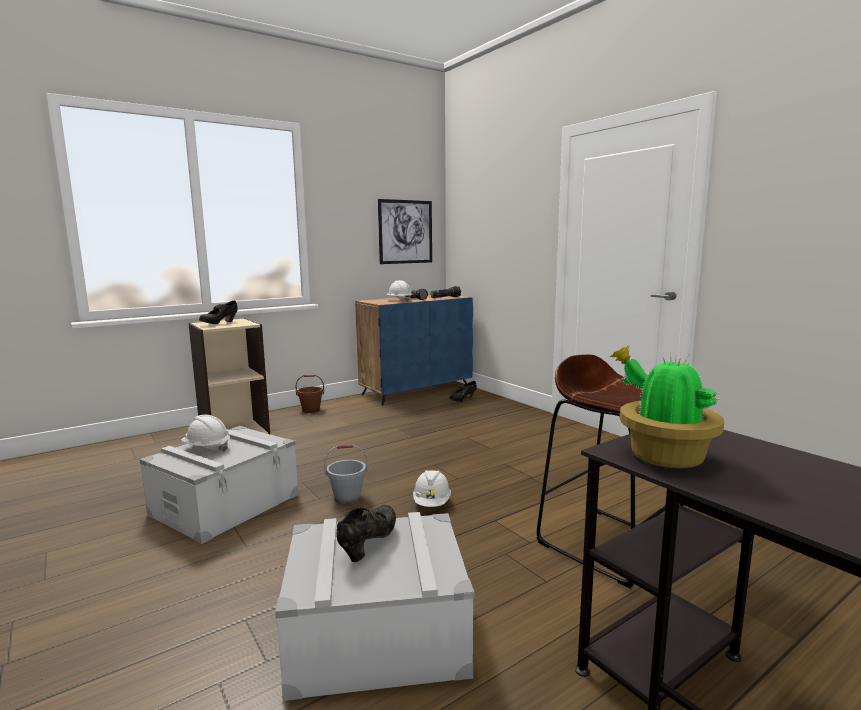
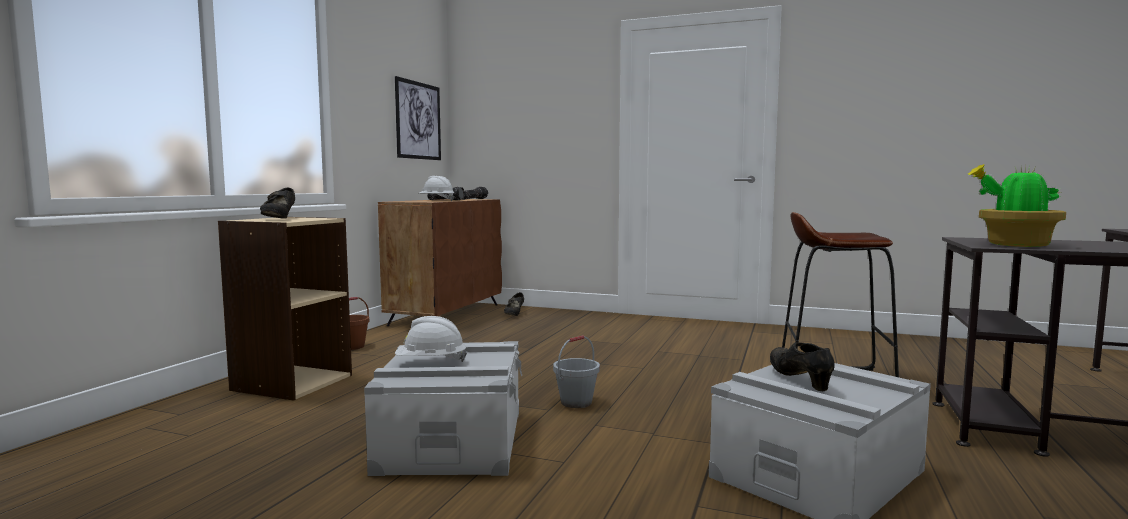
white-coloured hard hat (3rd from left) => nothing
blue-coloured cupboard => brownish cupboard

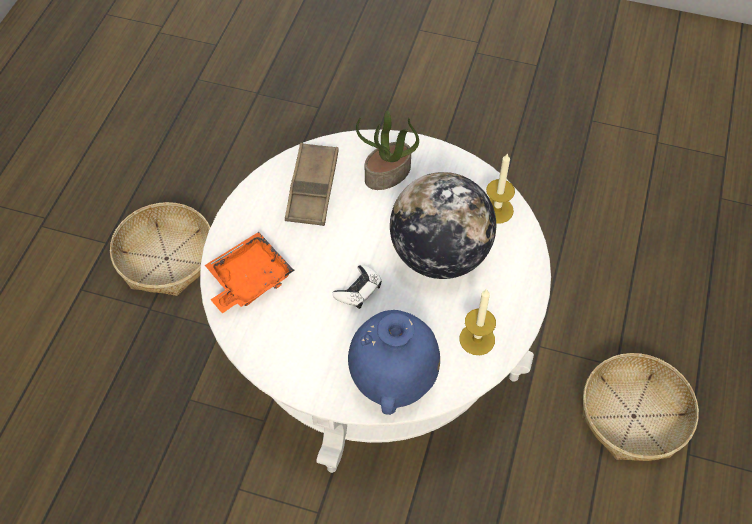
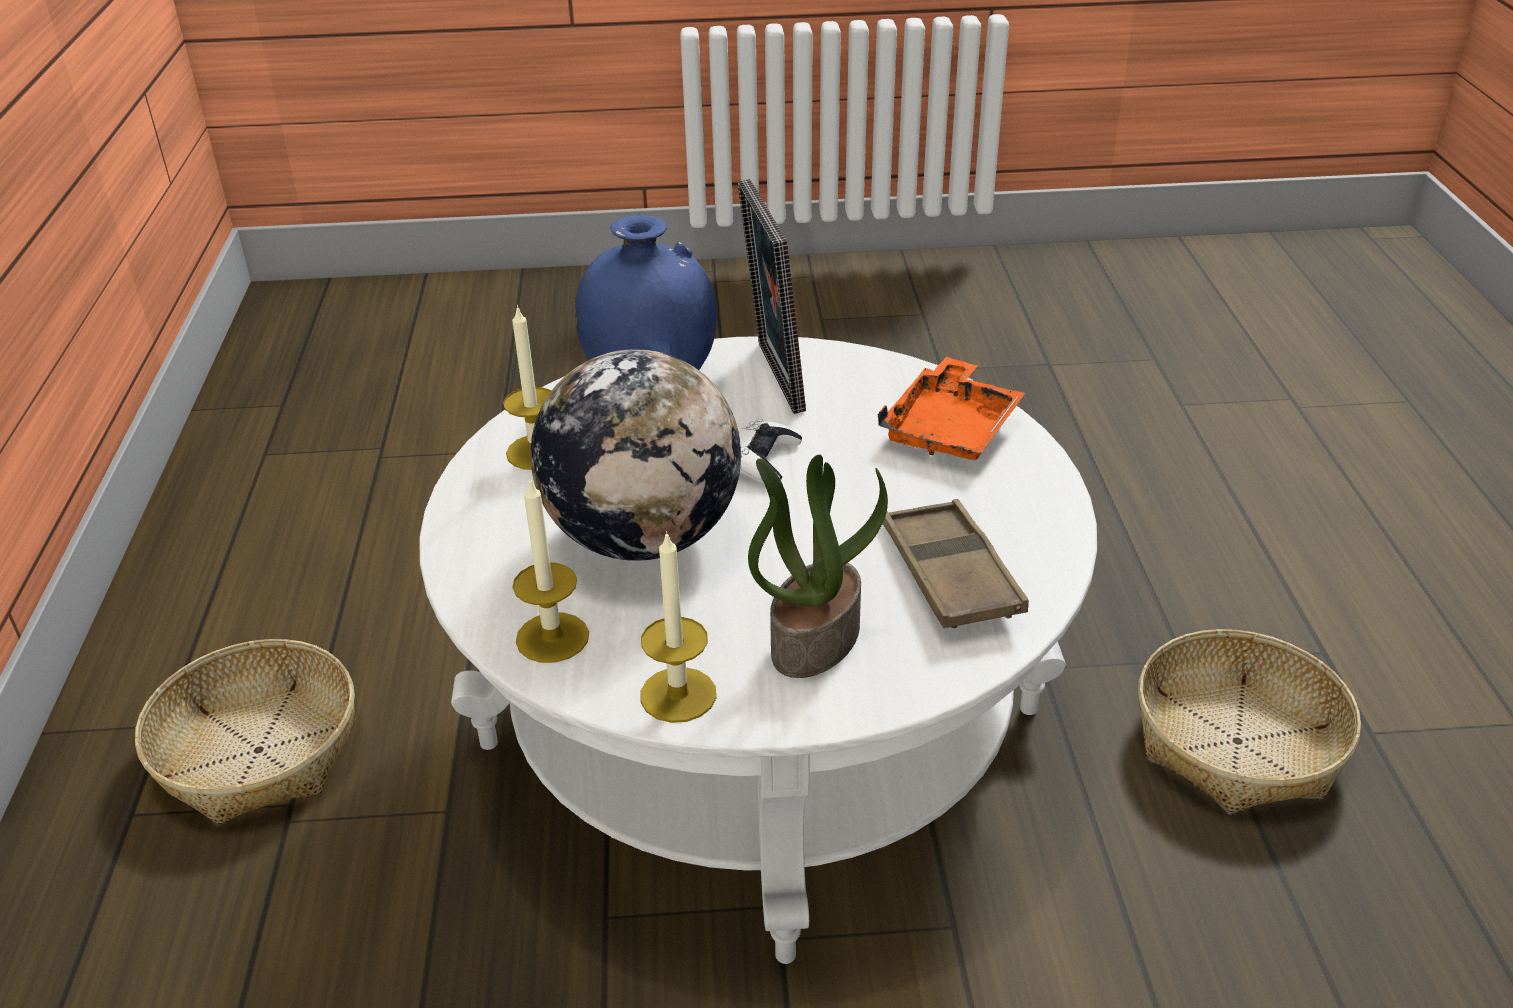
nothing => candle (3rd from left)
nothing => standing frame

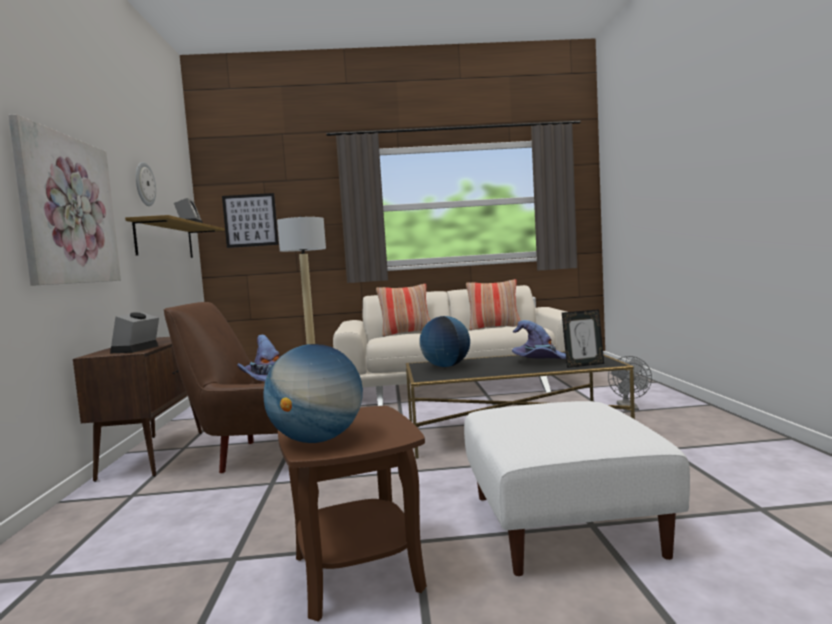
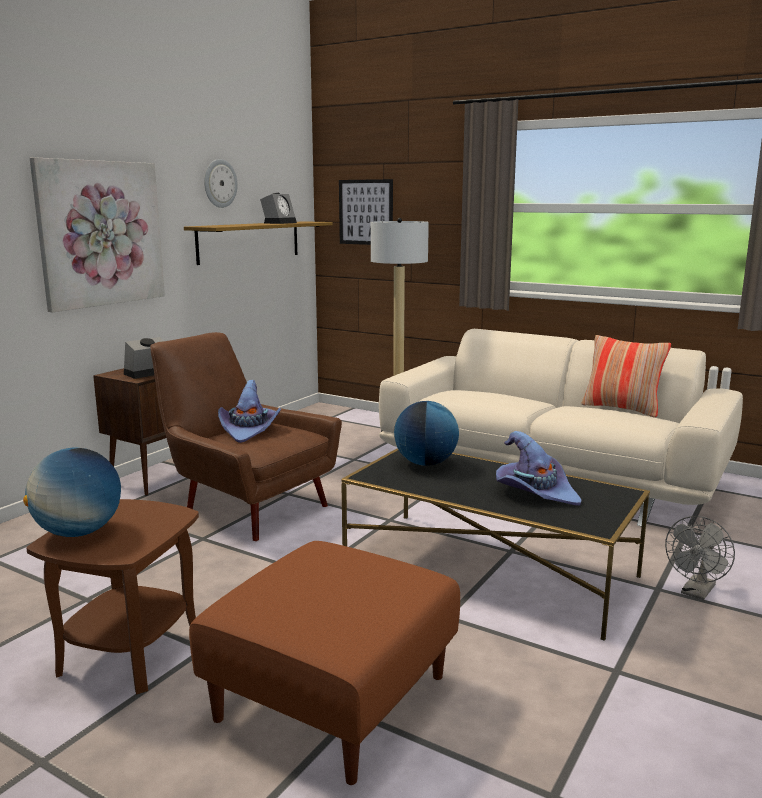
cushion (1st from left) => nothing
standing frame => nothing
white-coloured pouffe => brownish pouffe

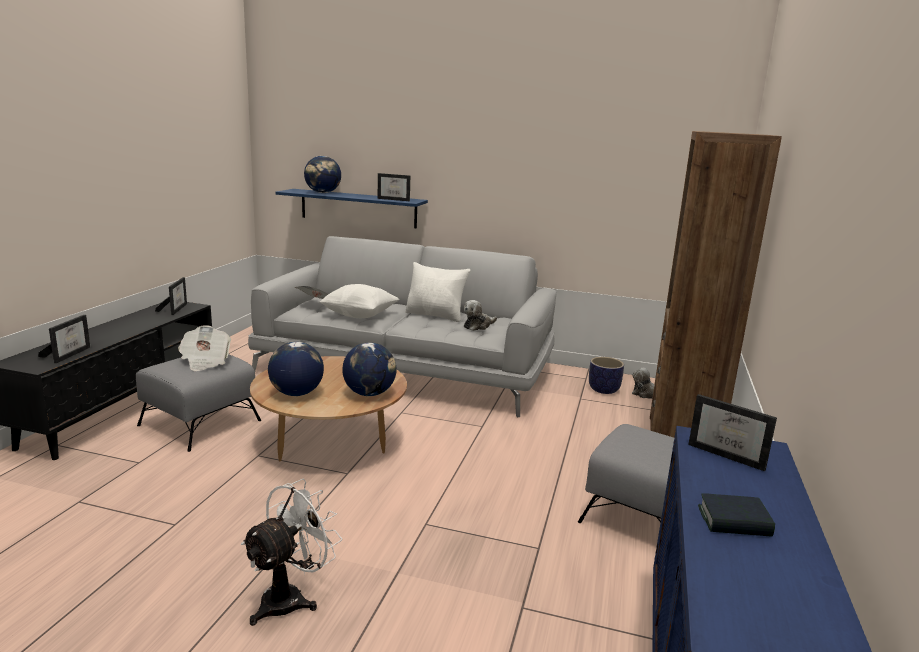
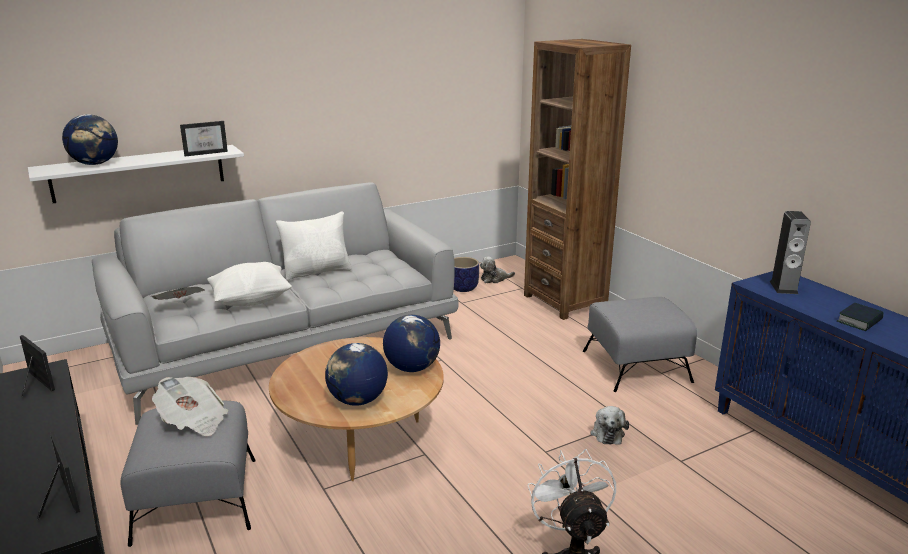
cuddly toy (1st from left in the first image) => cuddly toy (2nd from left), moved
standing frame (4th from left) => loudspeaker
blue-coloured shelf => white-coloured shelf

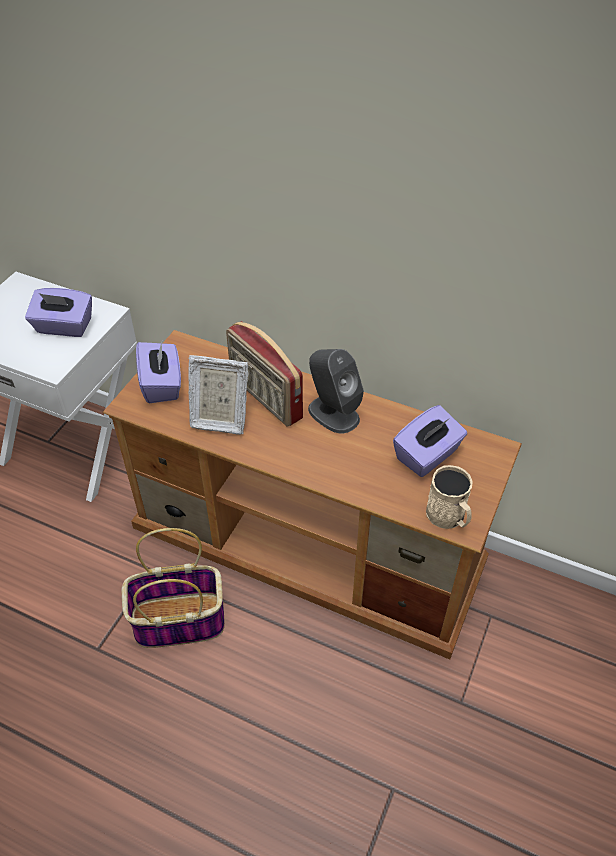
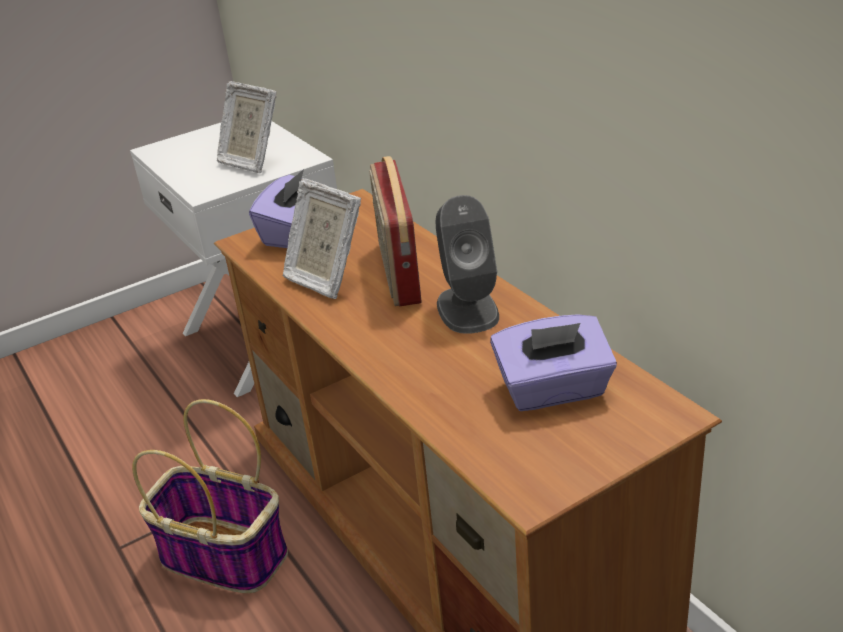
beige-coloured mug => nothing
purple-coloured tissue holder (1st from left) => standing frame (1st from left)

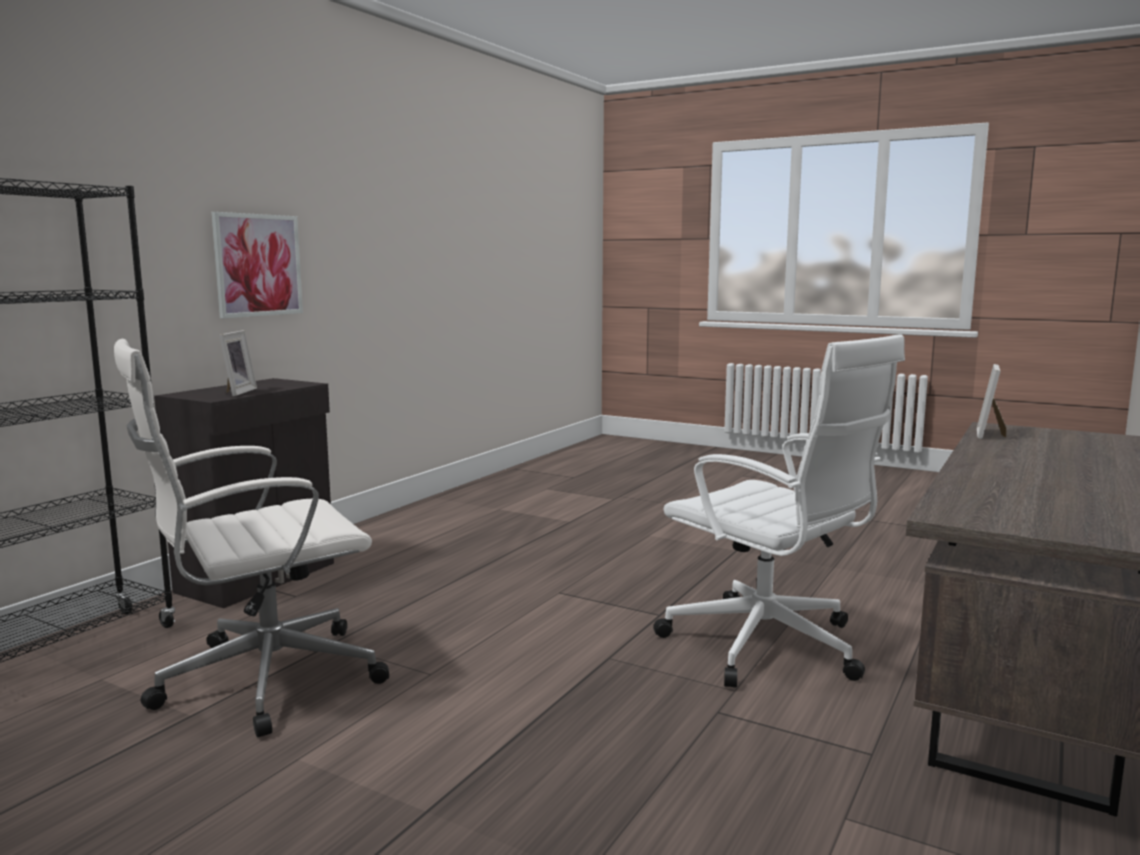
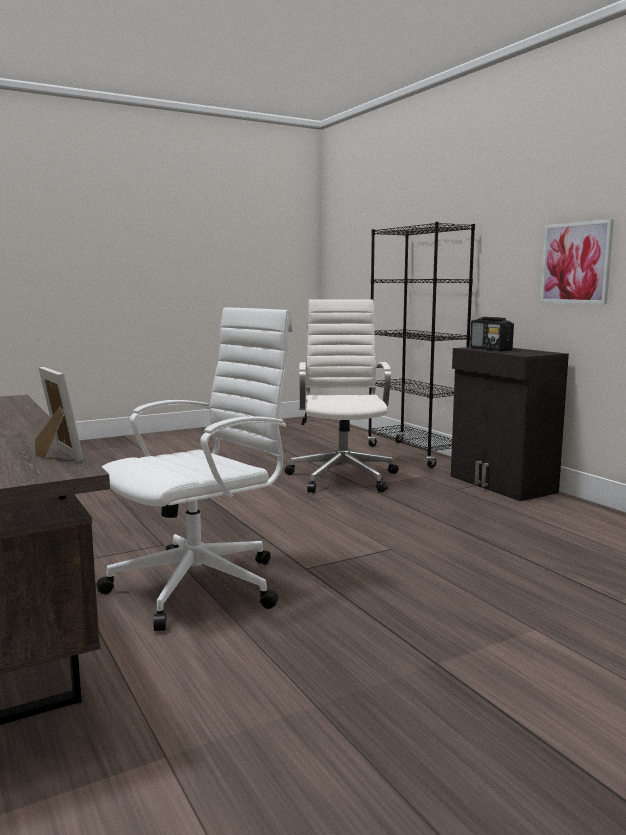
standing frame (1st from left) => radio set
white-coloured office chair (2nd from left in the first image) => white-coloured office chair (1st from left), 150 degrees clockwise

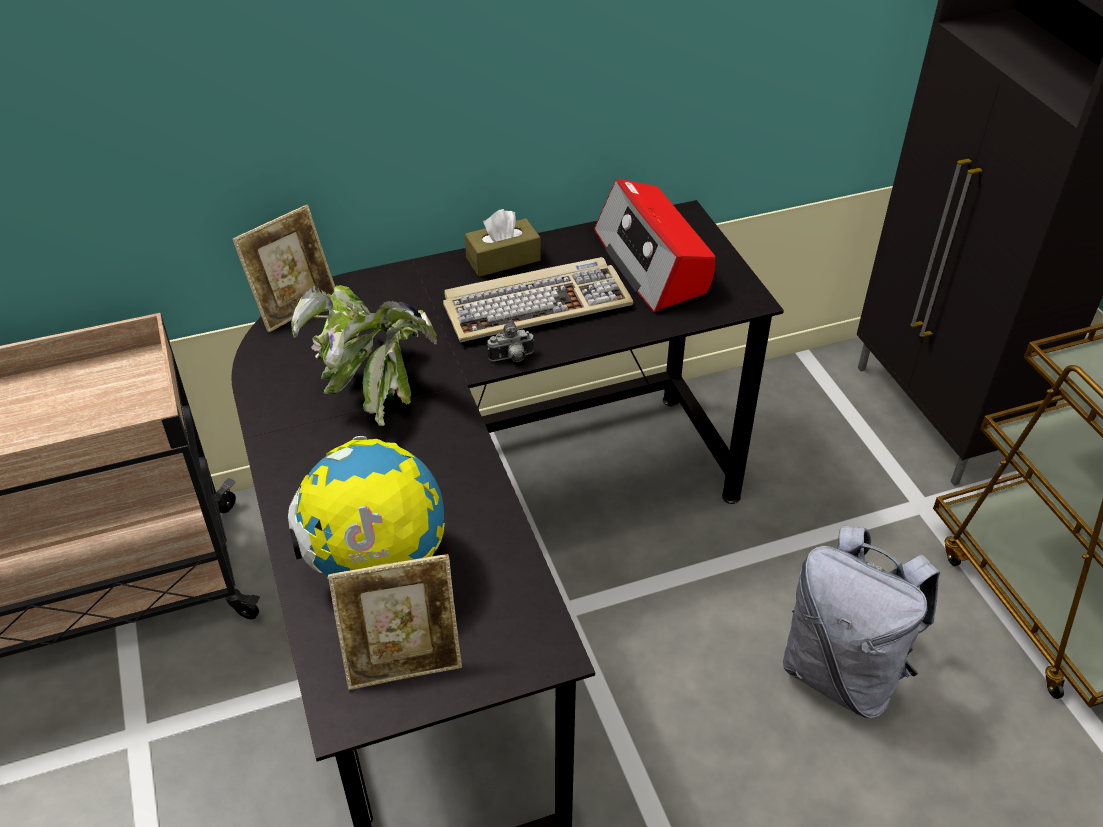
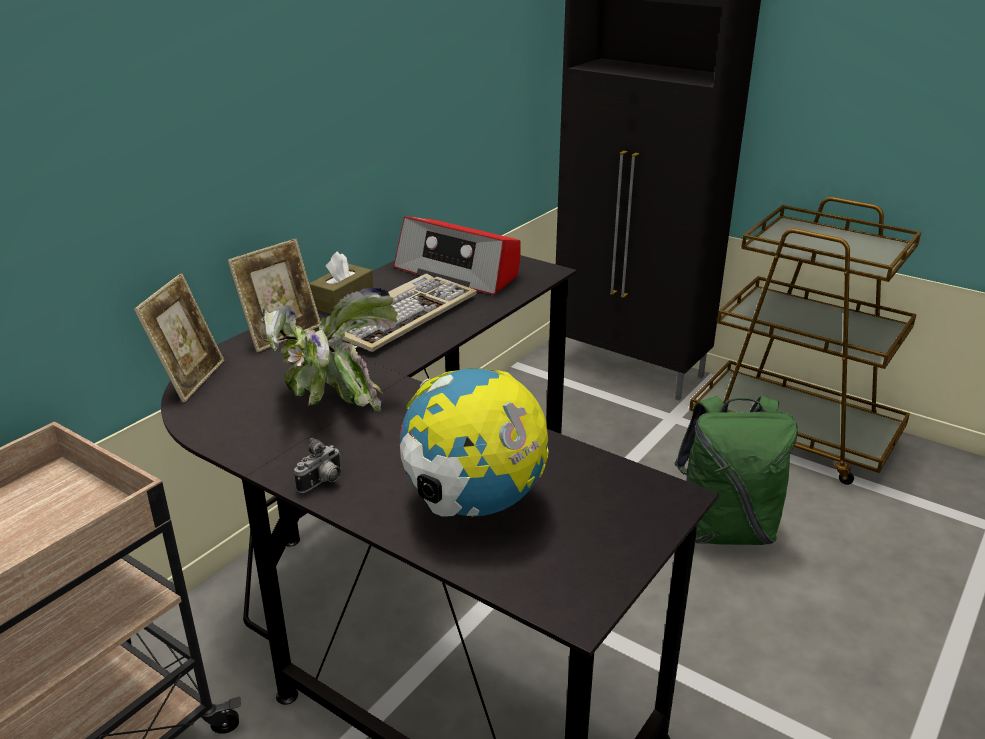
standing frame (2nd from left), moved
photo camera, moved
grey backpack => greenish backpack

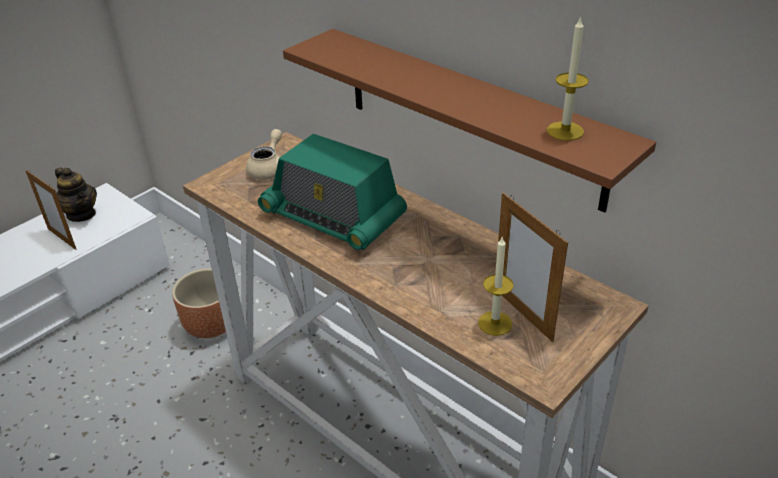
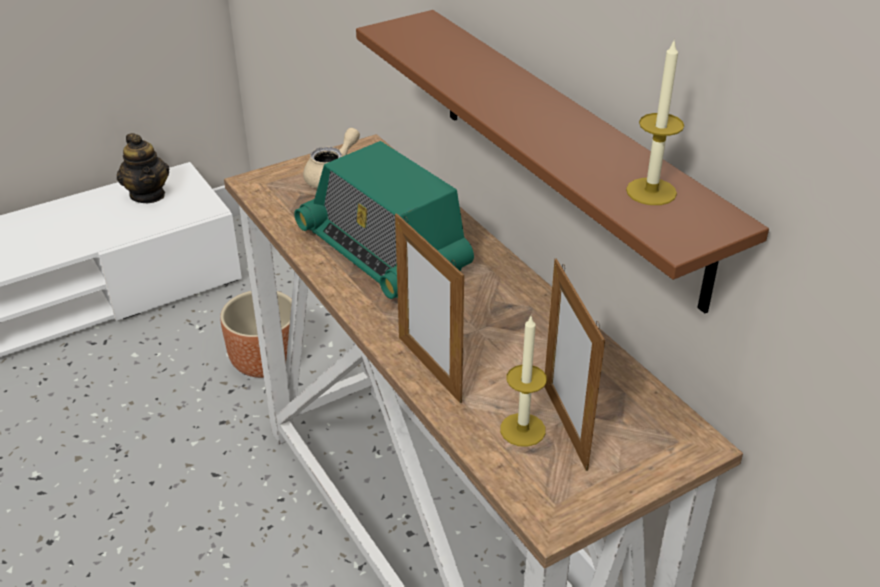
standing frame (1st from left), moved

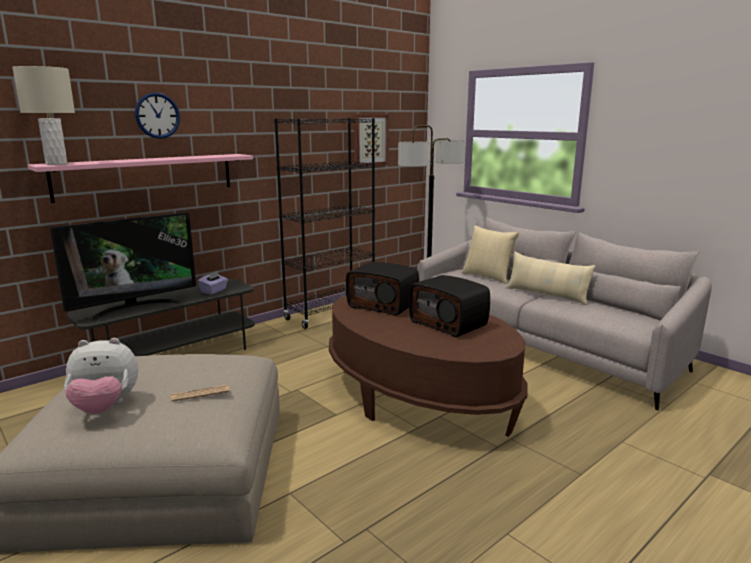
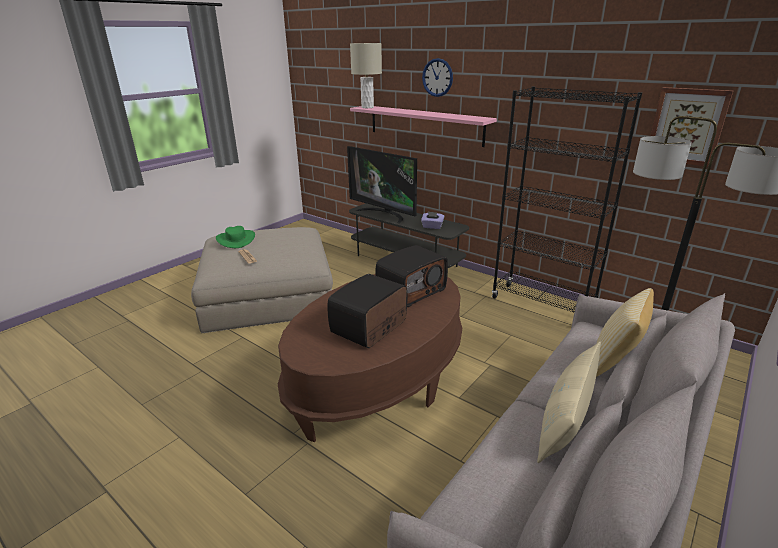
cuddly toy => greenish hat
radio set (1st from left in the first image) => radio set (2nd from left), 150 degrees counterclockwise

